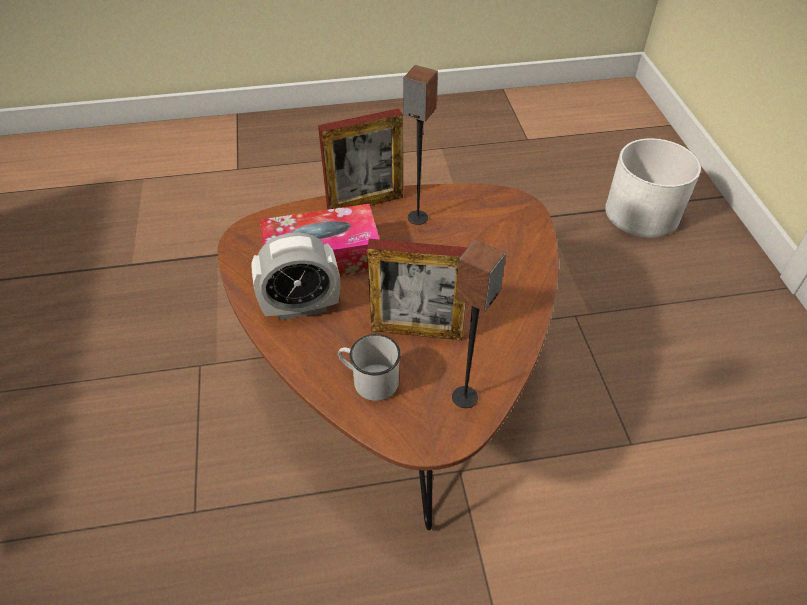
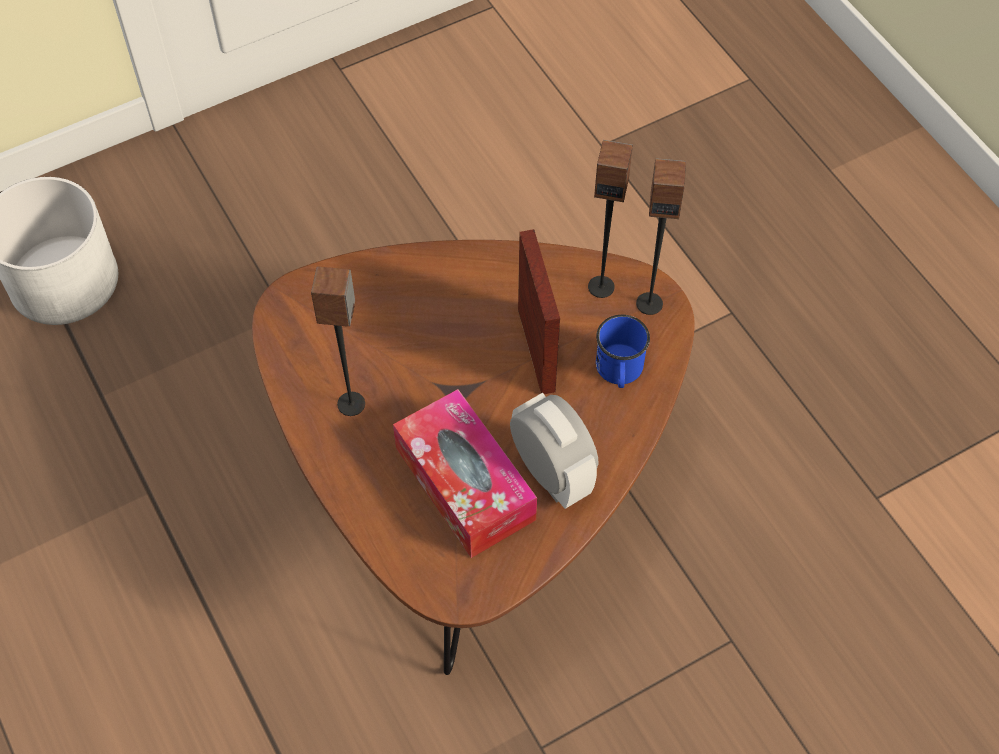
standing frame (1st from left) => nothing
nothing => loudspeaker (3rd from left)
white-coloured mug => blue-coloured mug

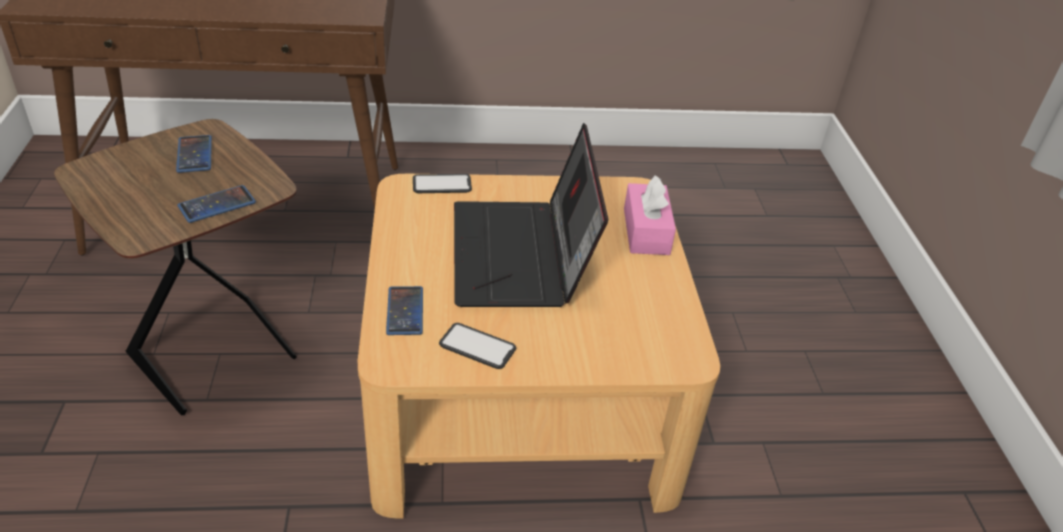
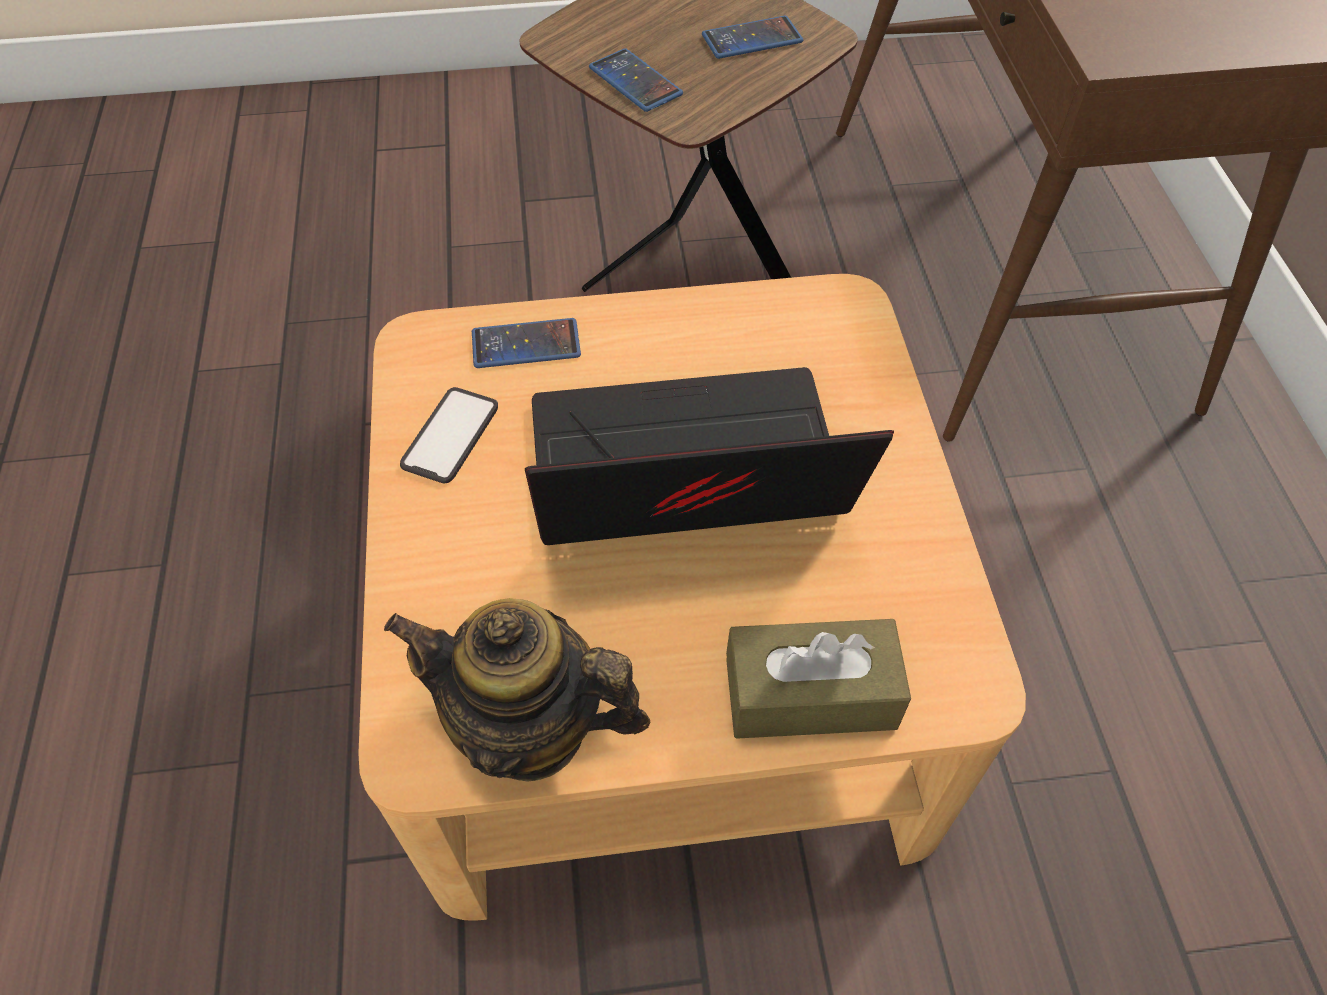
telephone (4th from left) => nothing
nothing => teapot
pink tissue holder => brownish tissue holder

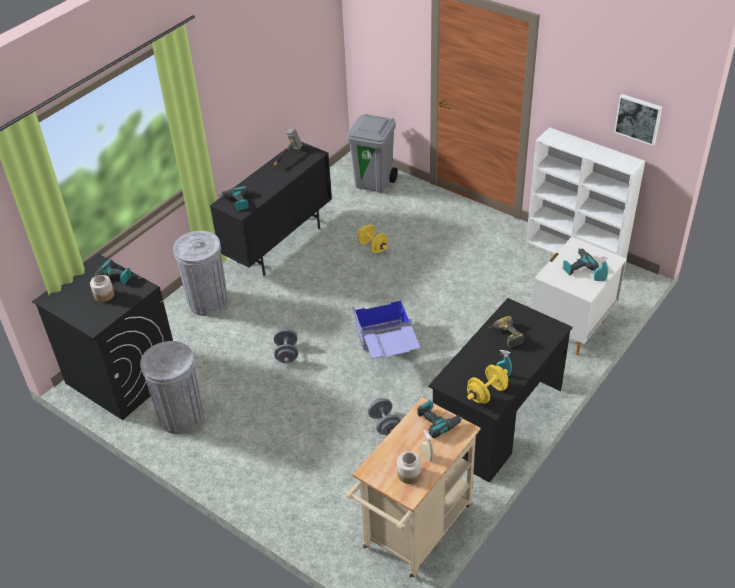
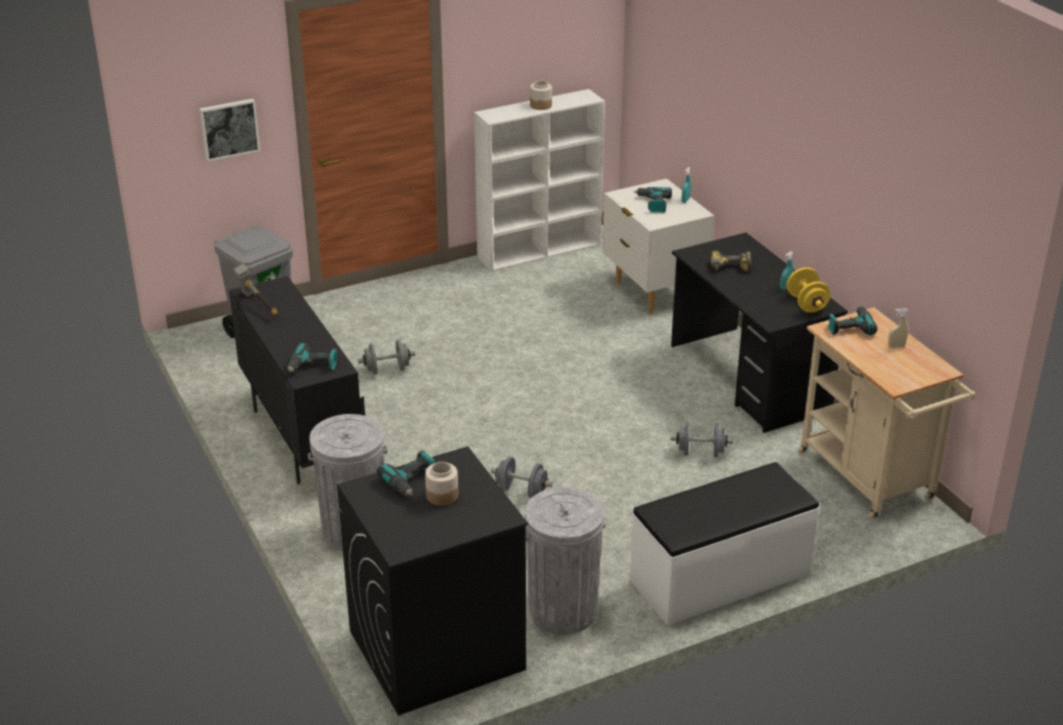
blue-coloured storage box => nothing
nothing => white-coloured indoor bench
preserve jar (2nd from left), moved
picture, moved
yellow hand weight (1st from left) => grey hand weight (1st from left)

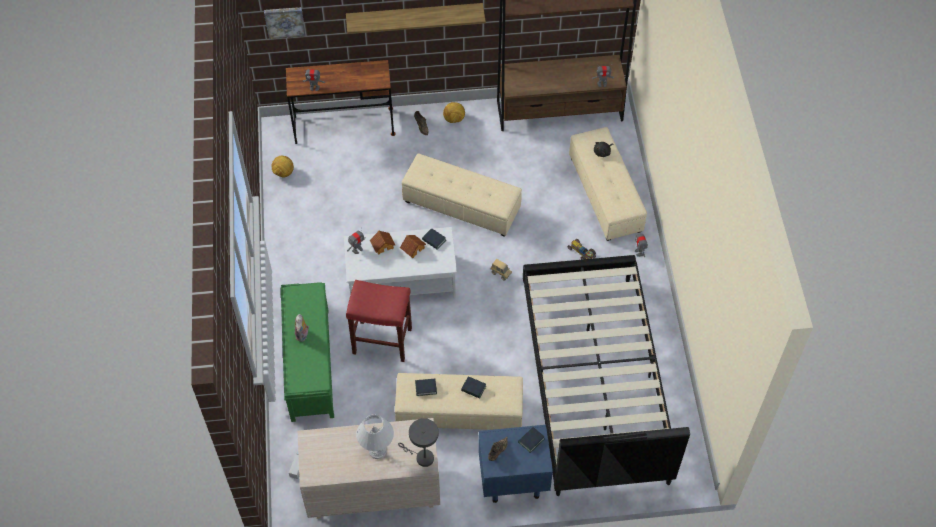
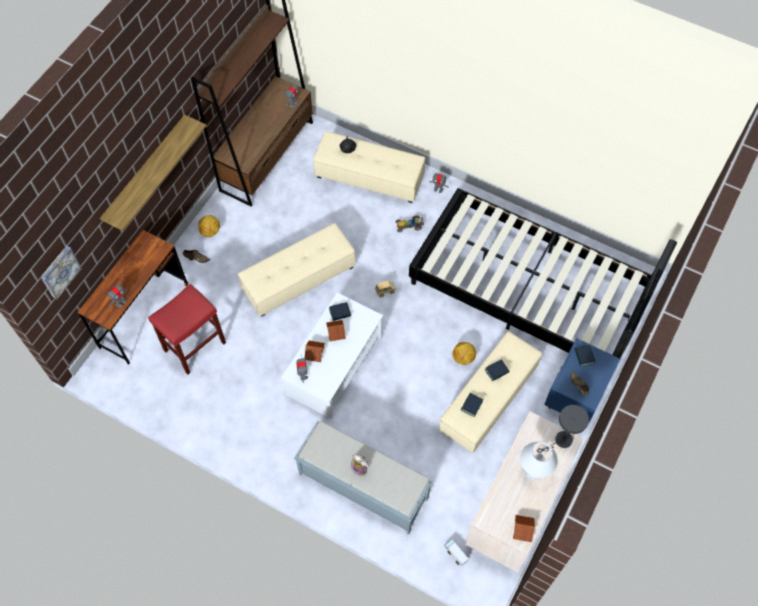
nothing => miniature house (3rd from left)
ball for football (1st from left in the first image) => ball for football (2nd from left), moved
reddish sitting stool, moved
greenish indoor bench => grey indoor bench

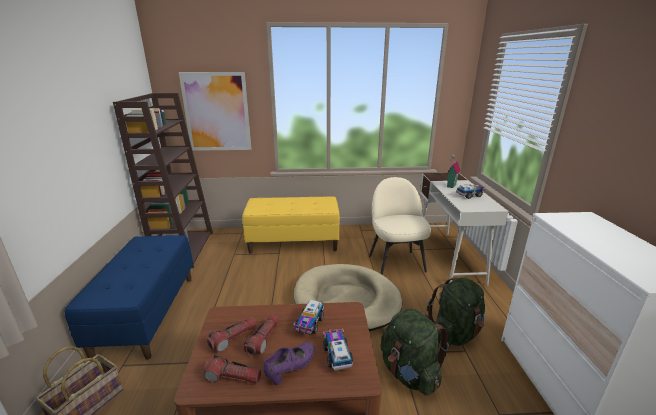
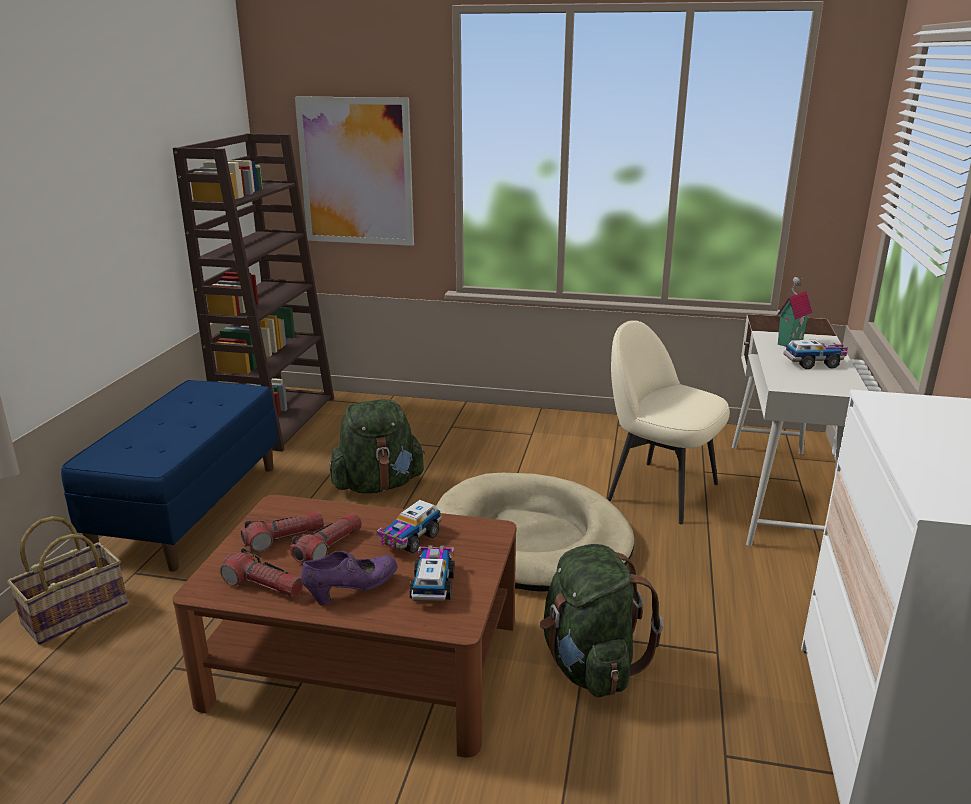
yellow indoor bench => nothing
greenish backpack (2nd from left in the first image) => greenish backpack (1st from left), moved
beige-coloured plain chair, 60 degrees counterclockwise

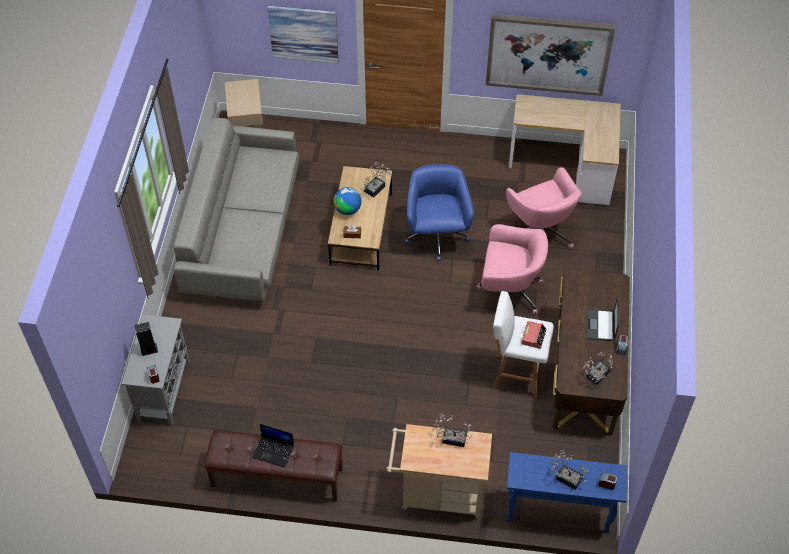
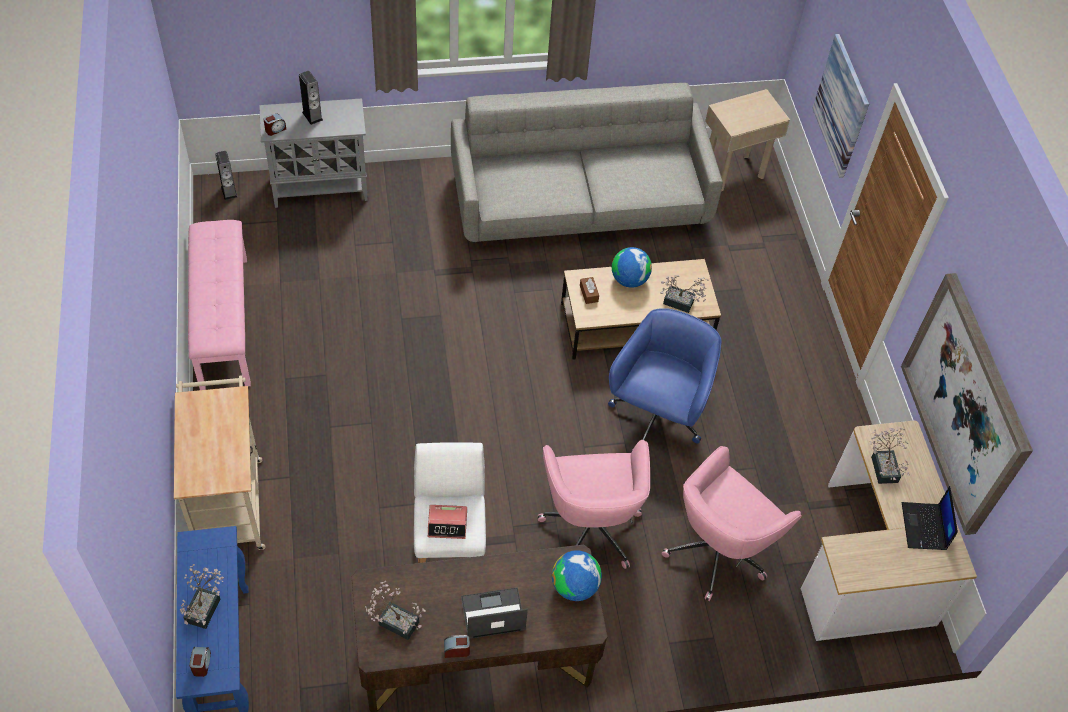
nothing => loudspeaker (1st from left)
nothing => world globe (1st from left)
notebook computer (1st from left in the first image) => notebook computer (2nd from left), moved
potted plant (2nd from left in the first image) => potted plant (4th from left), moved
brownish indoor bench => pink indoor bench
blue-coloured office chair, 45 degrees counterclockwise

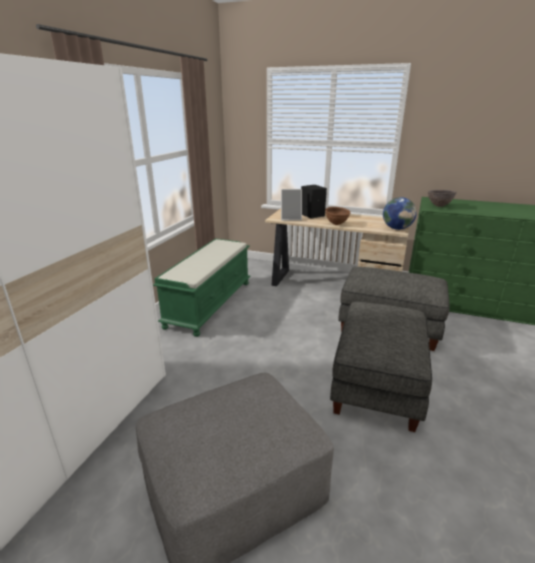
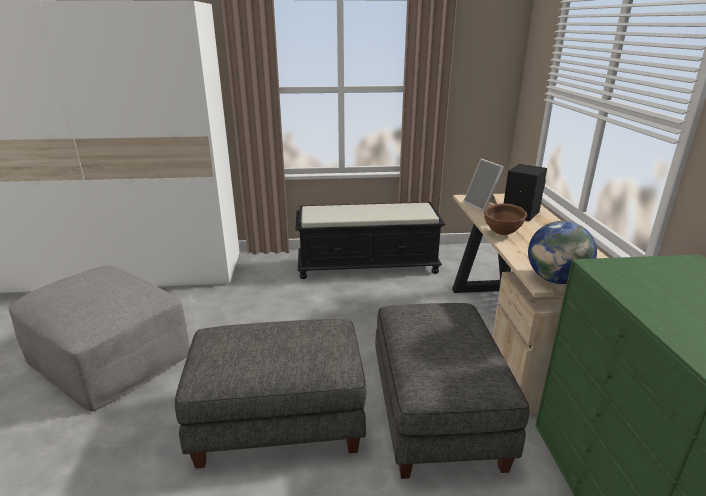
brownish serving bowl (2nd from left) => nothing
greenish indoor bench => black indoor bench

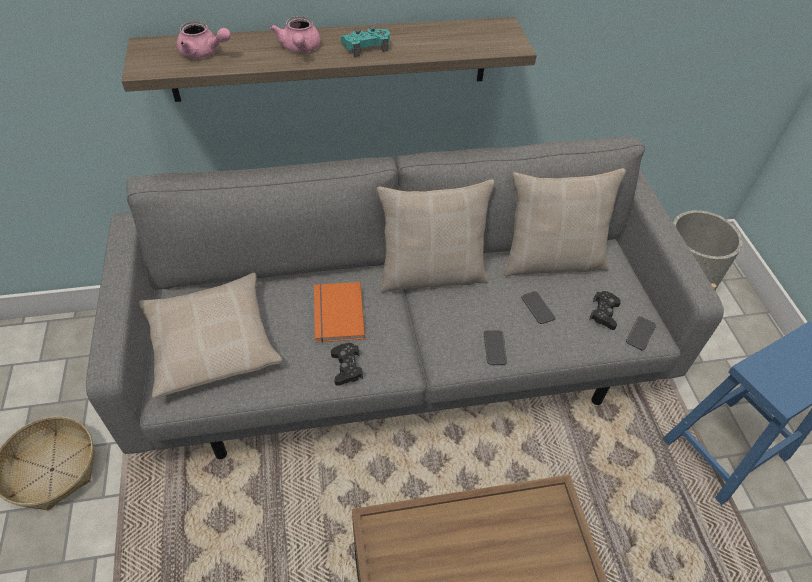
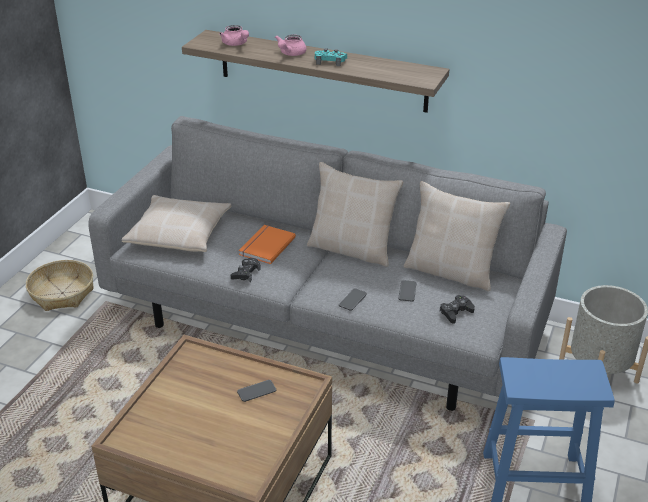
telephone (3rd from left in the first image) => telephone (1st from left), moved

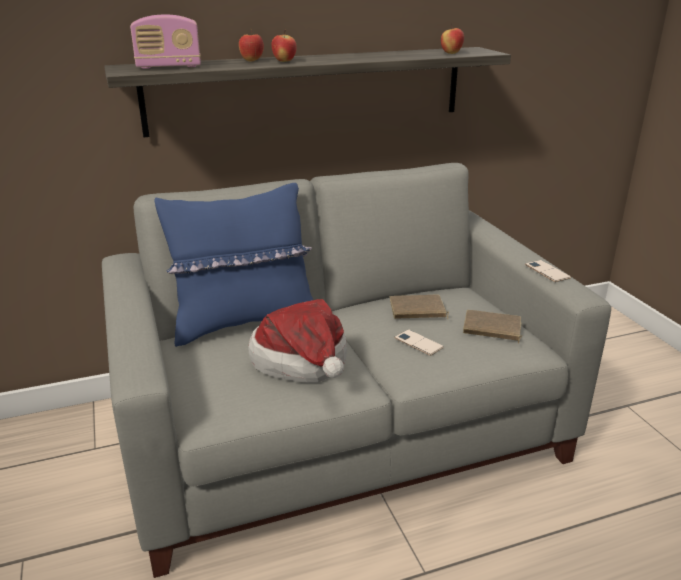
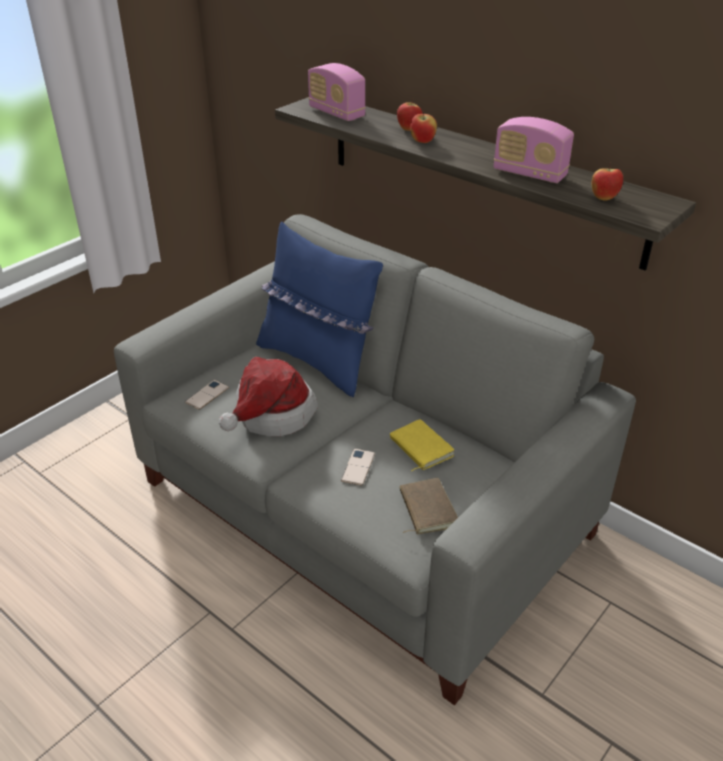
nothing => radio set (2nd from left)
telephone (2nd from left in the first image) => telephone (1st from left), moved
brownish bound book (1st from left) => yellow bound book

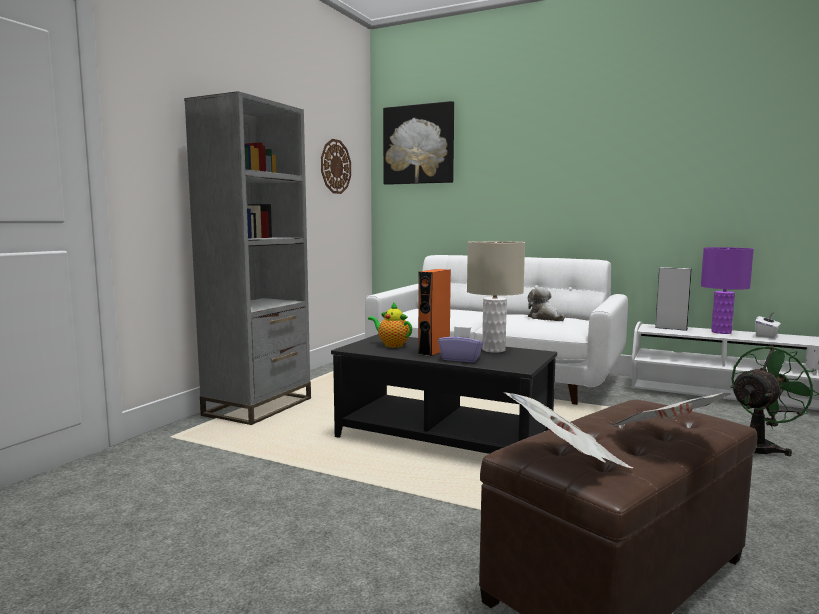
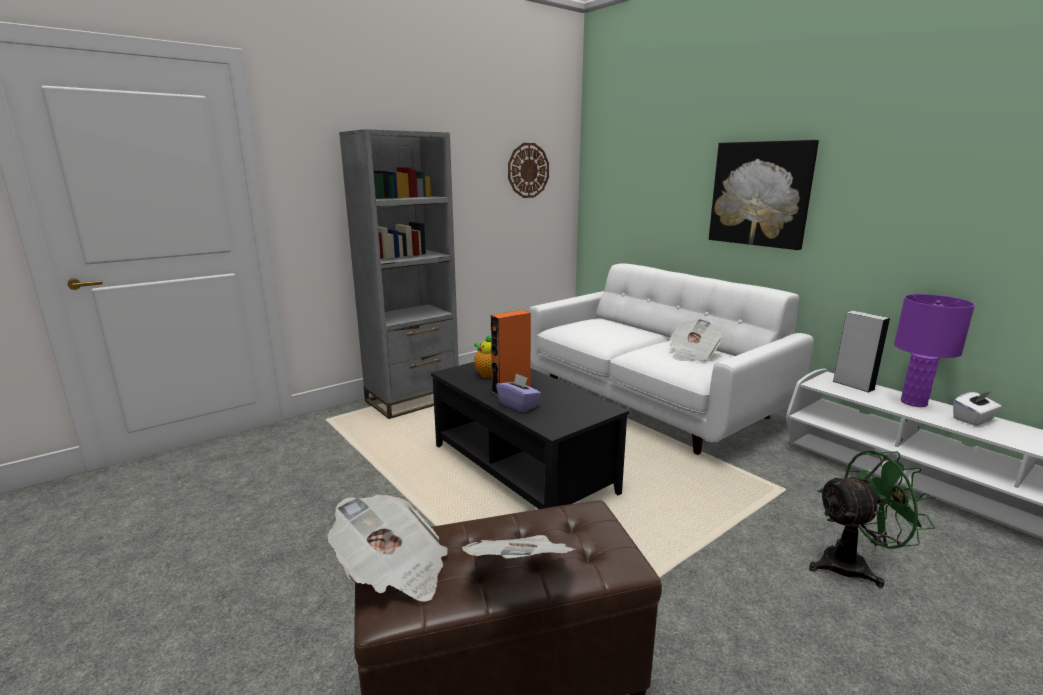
beige-coloured table lamp => nothing
picture, moved
cuddly toy => printed paper (3rd from left)

